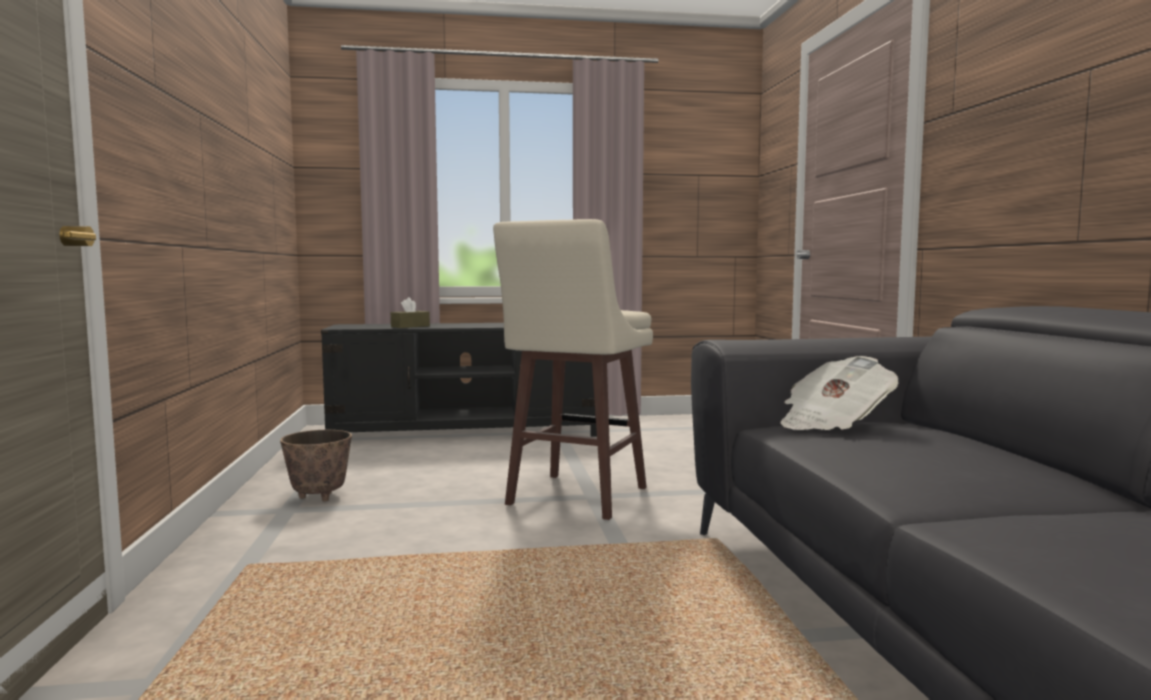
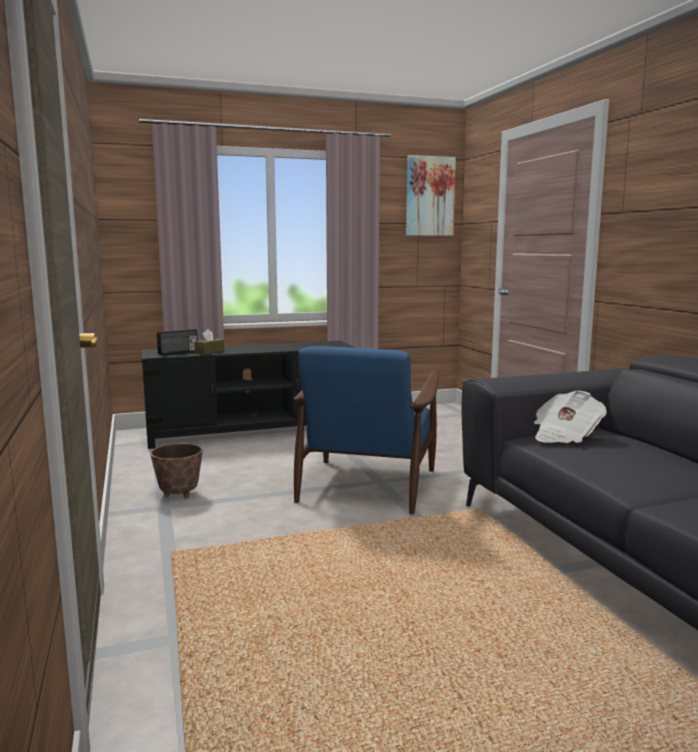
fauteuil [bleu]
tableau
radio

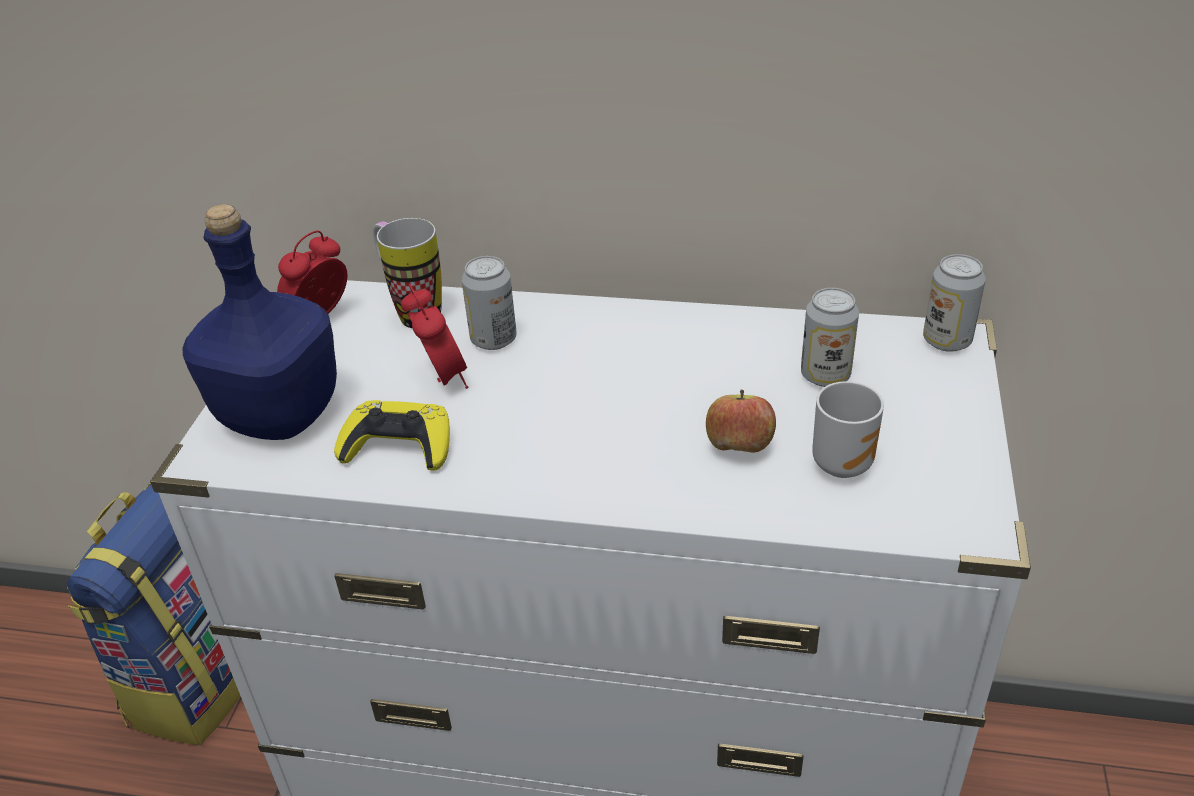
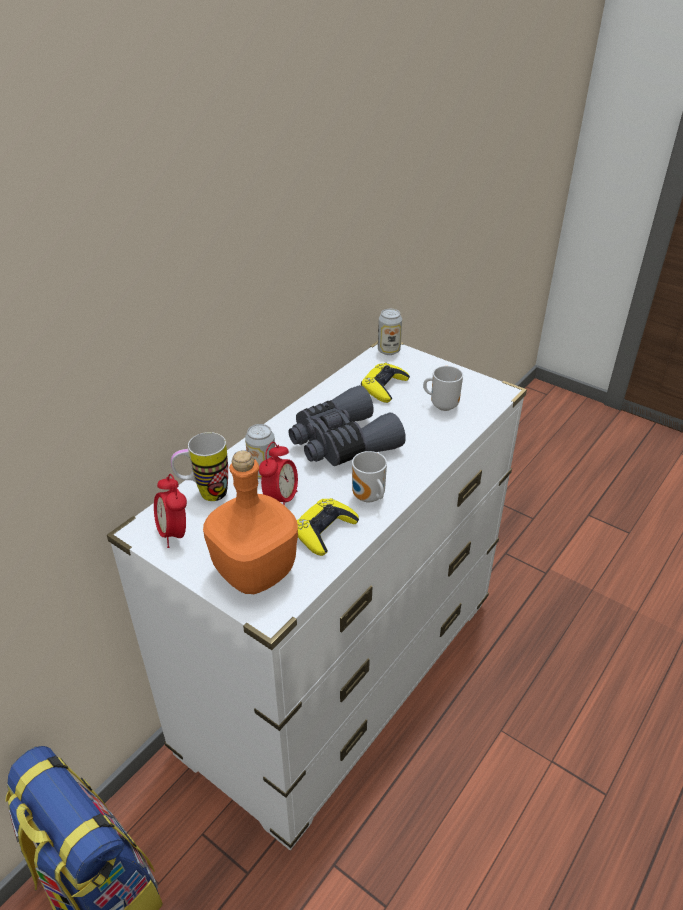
bouteille [orange]
réveil (2nd from left)
manette [jaune] (2nd from left)
pomme
jumelles [gris]
mug (2nd from left)

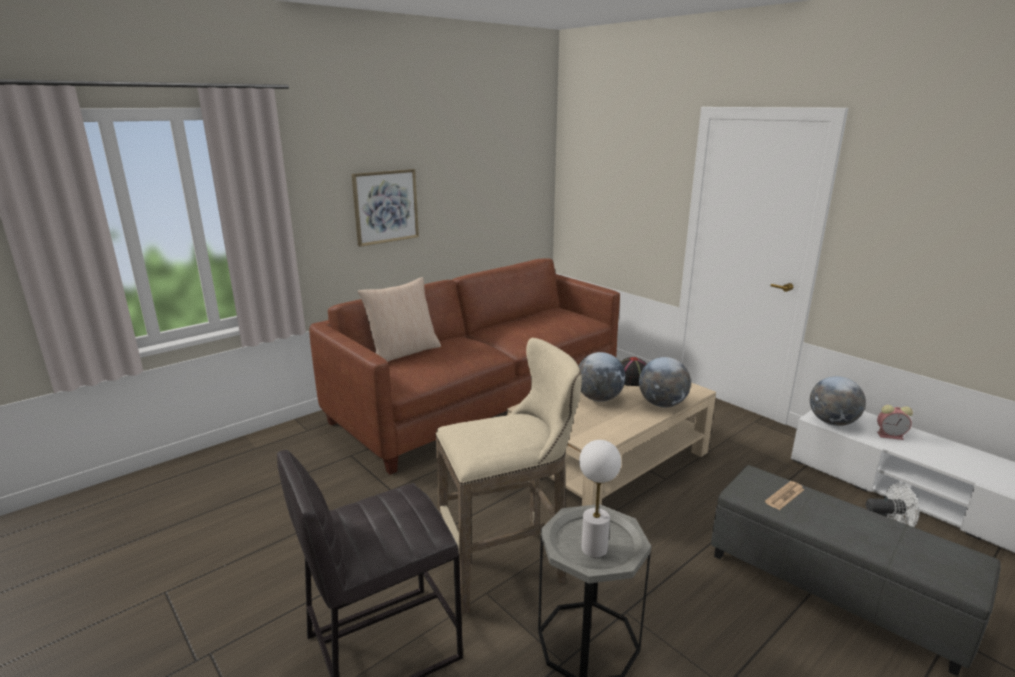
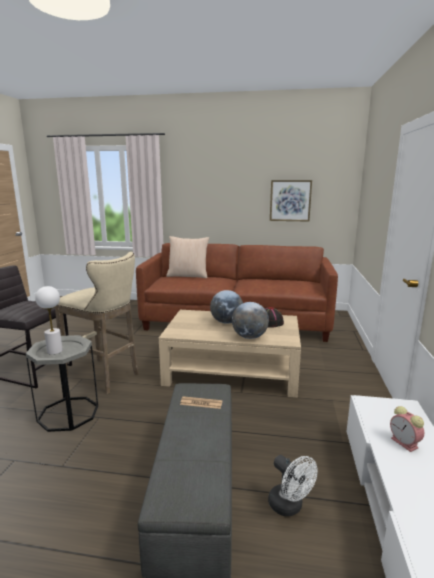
tableau
globe (3rd from left in the first image)

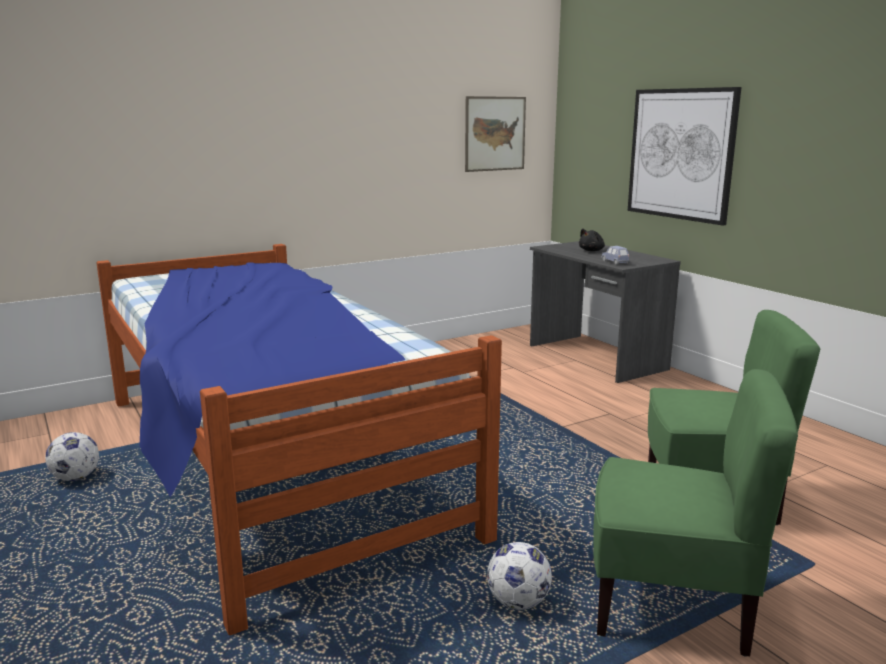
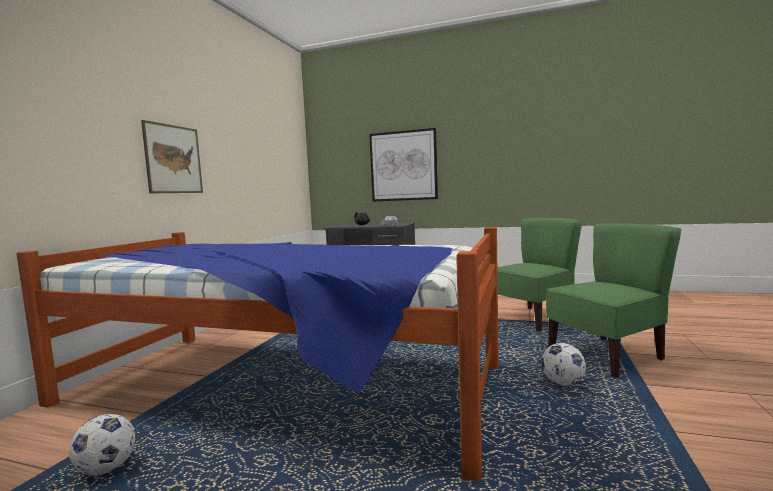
tableau (1st from left)

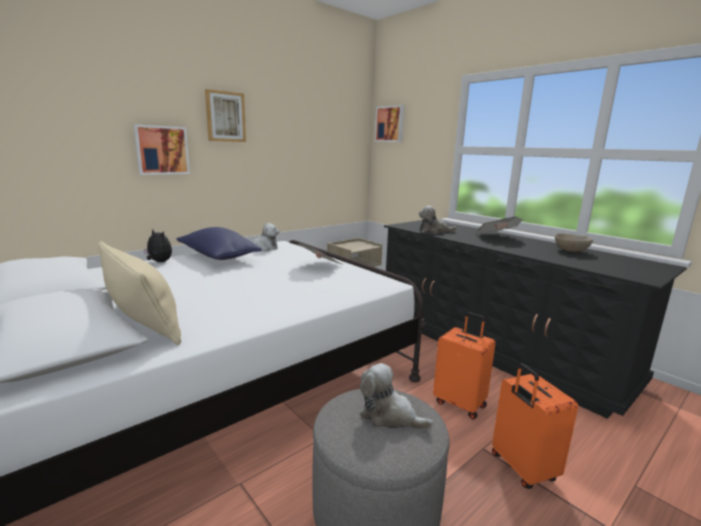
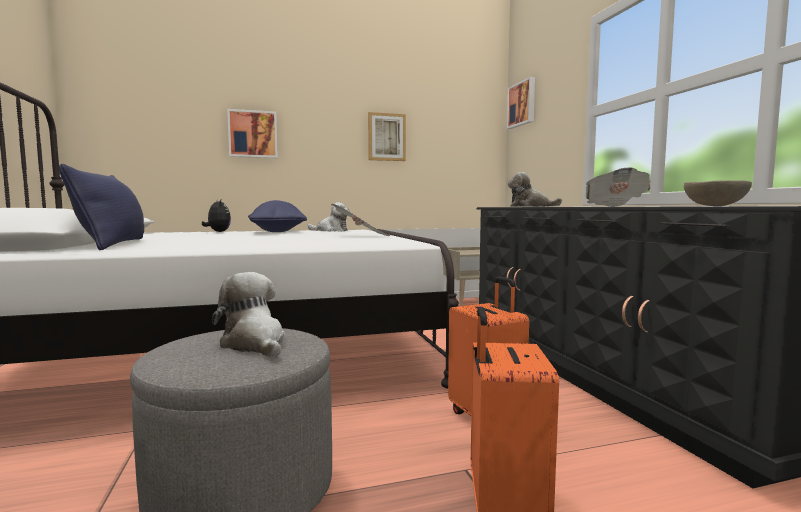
tableau (2nd from left)
coussin [bleu] (1st from left)

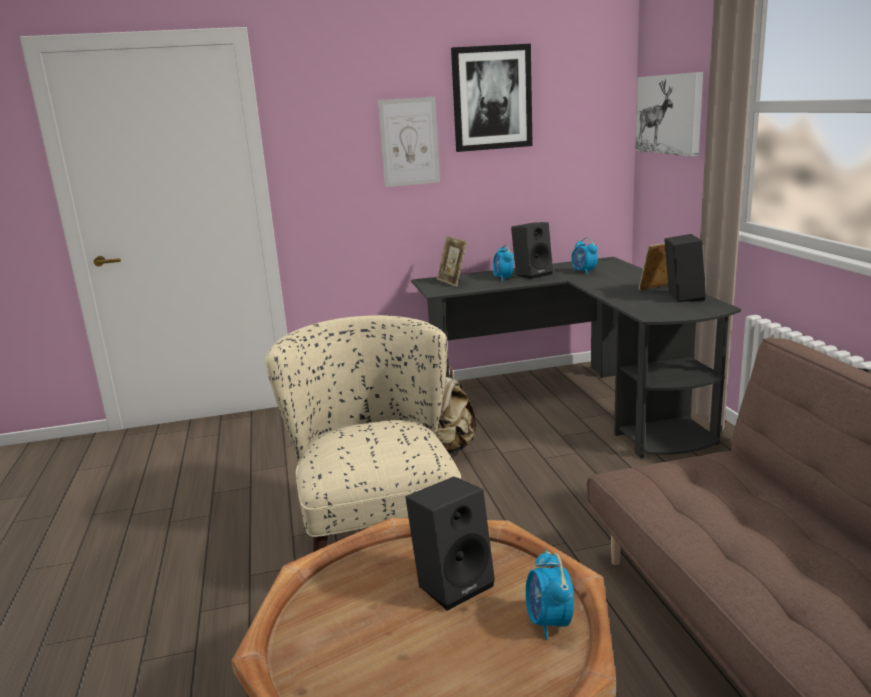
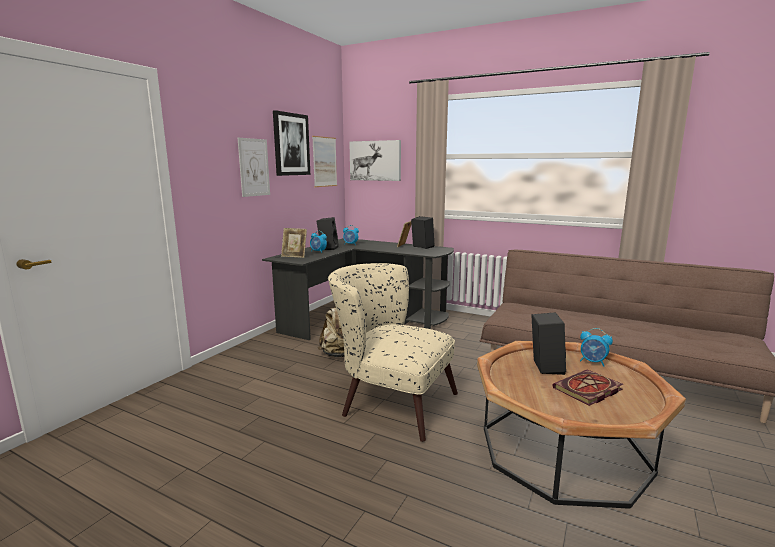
tableau (3rd from left)
livre

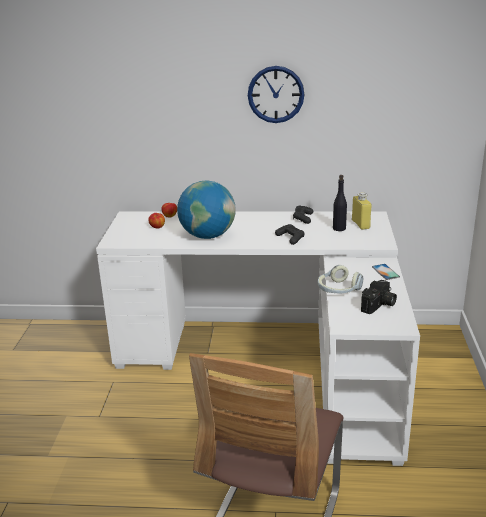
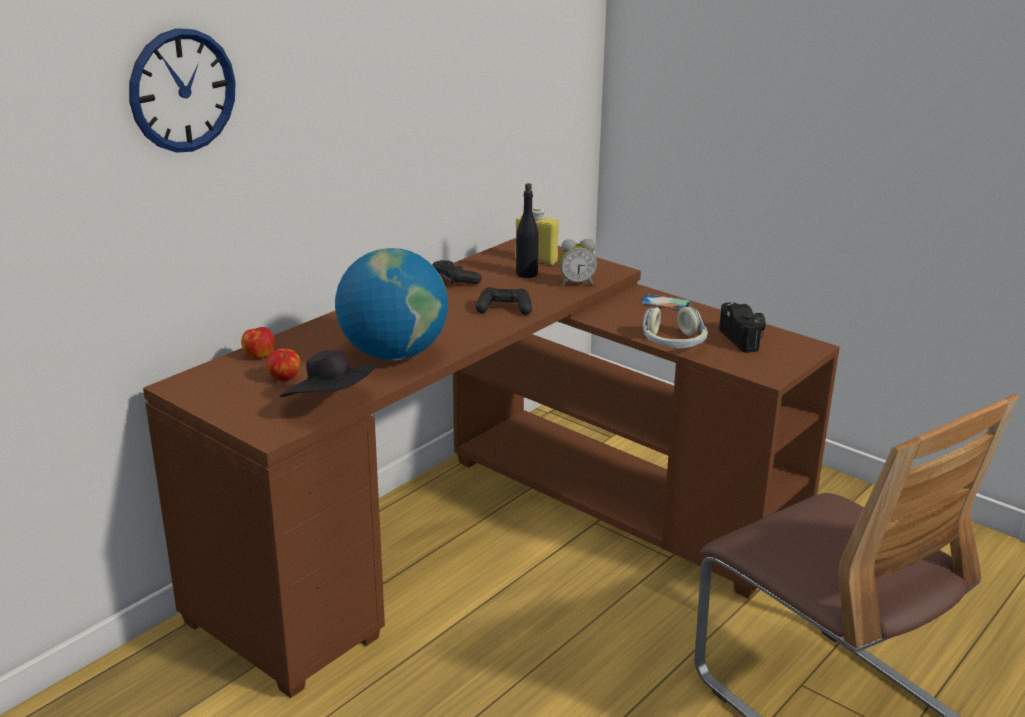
horloge murale
bureau [marron]
réveil
chapeau [noir]

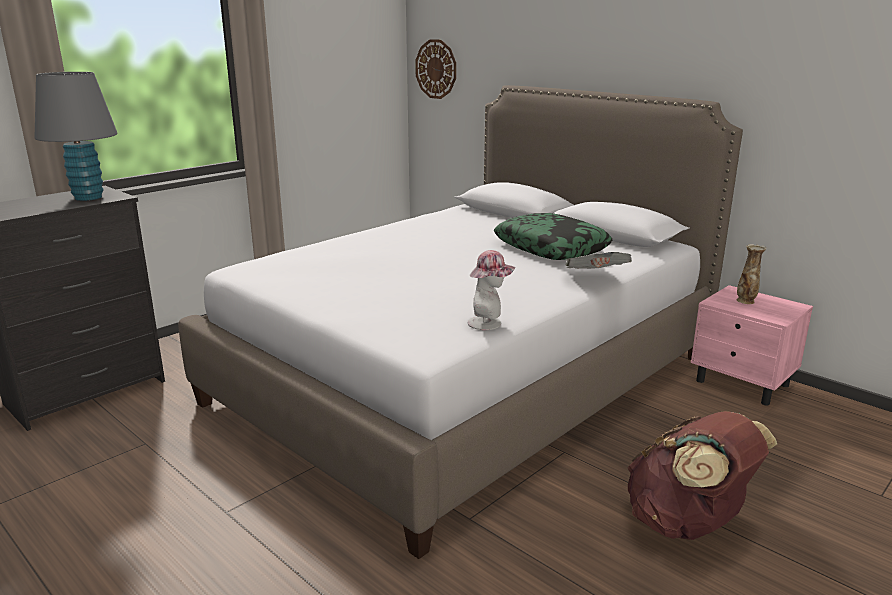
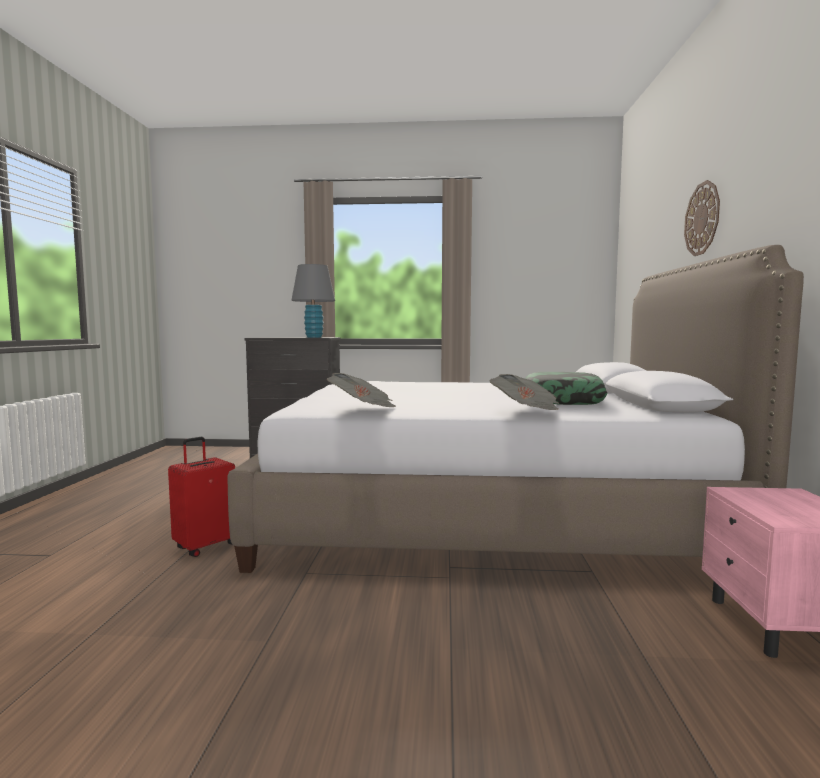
horloge murale
vase
journal (1st from left)
sac à dos [marron]
valise [rouge]

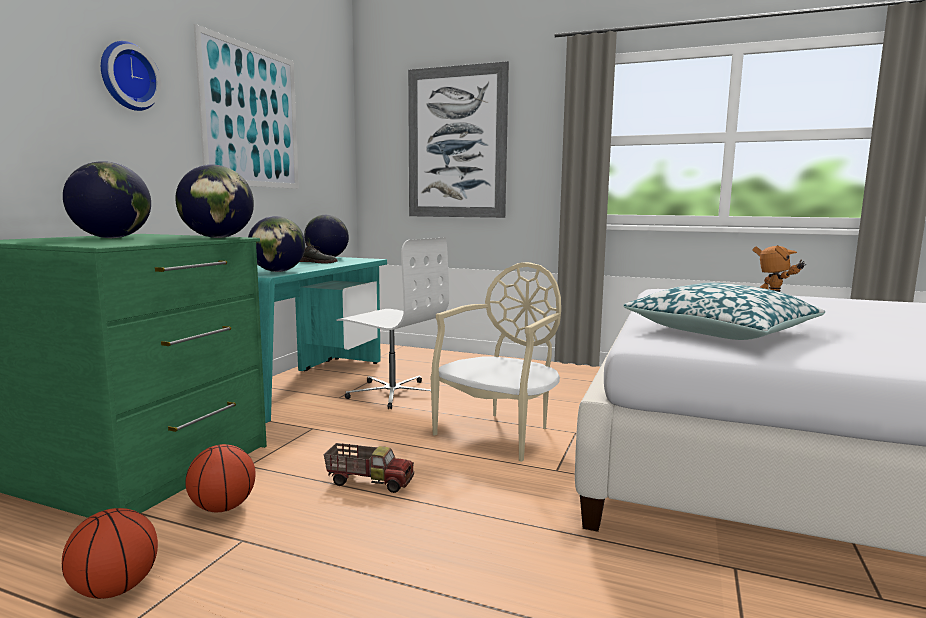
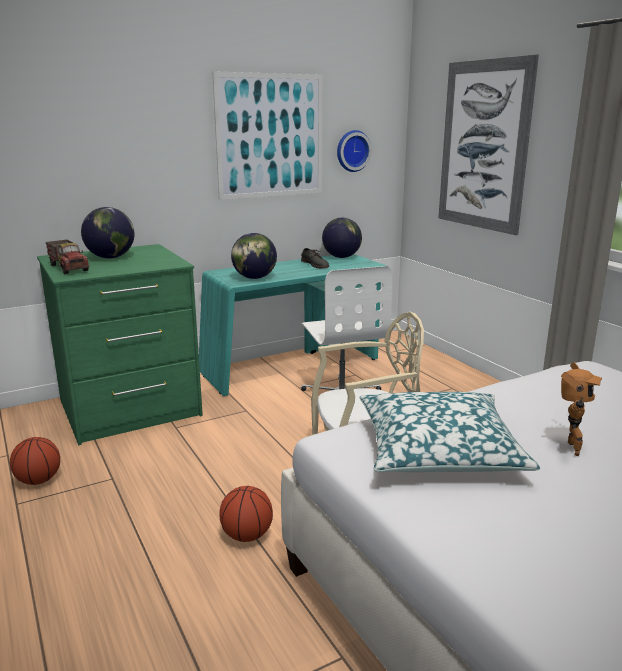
horloge murale
globe (2nd from left in the first image)
camion jouet
ballon de basket (2nd from left)

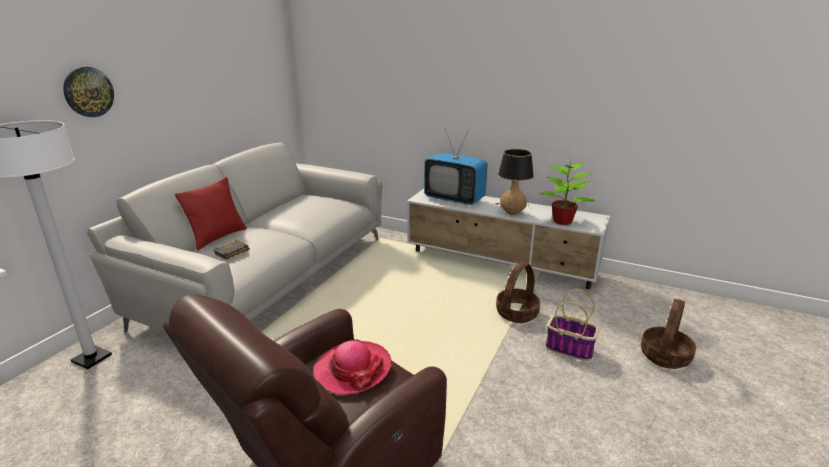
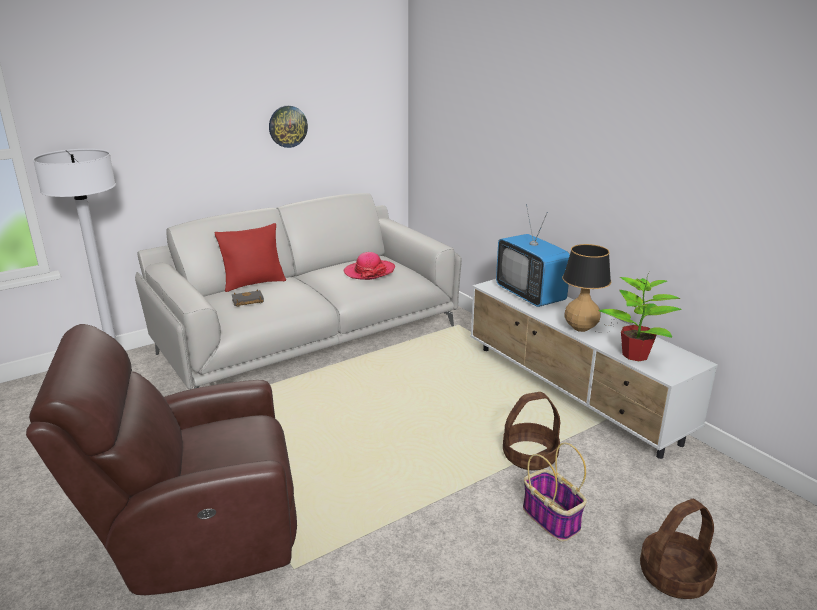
horloge murale
chapeau

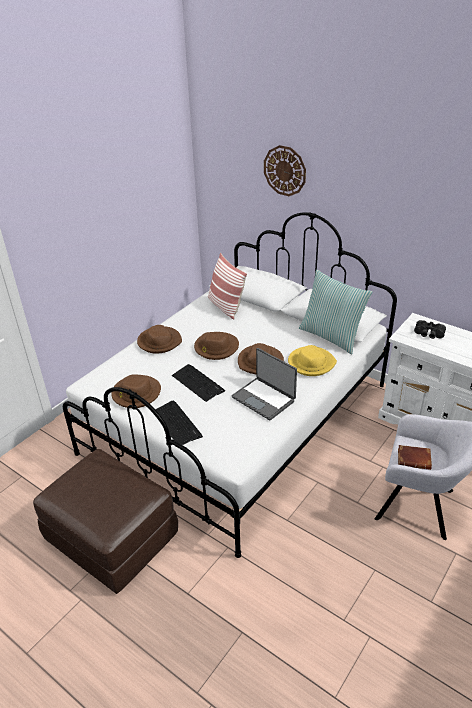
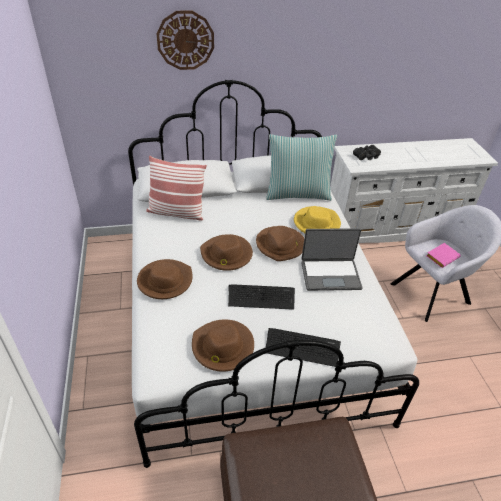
livre [rose]

